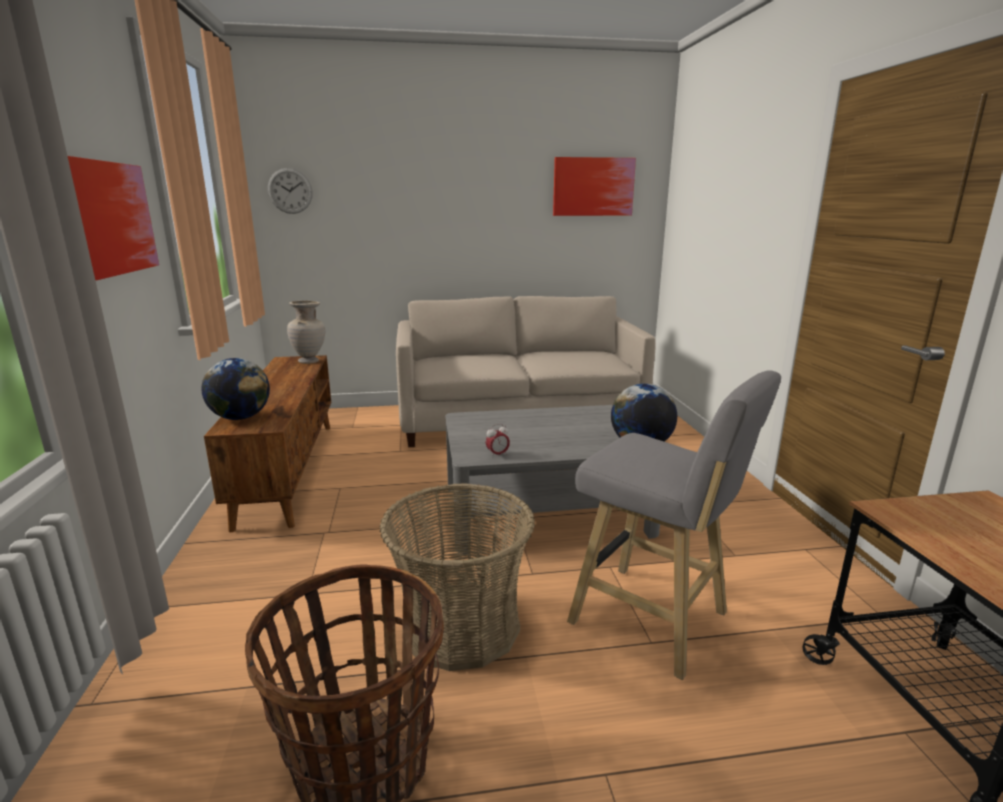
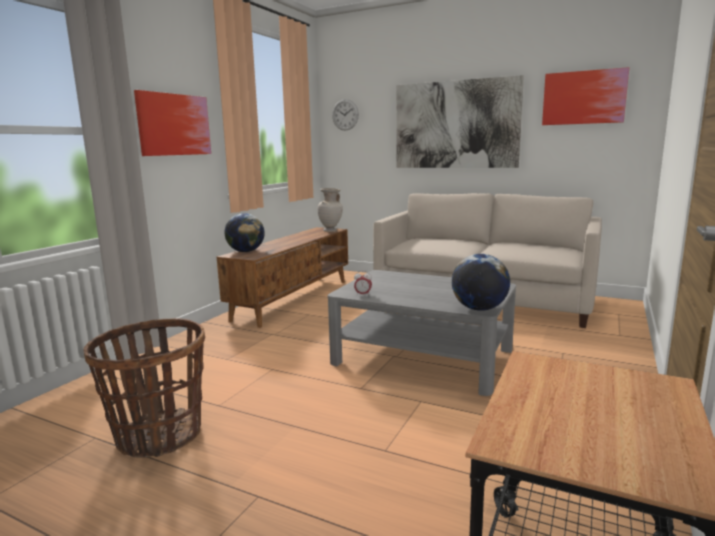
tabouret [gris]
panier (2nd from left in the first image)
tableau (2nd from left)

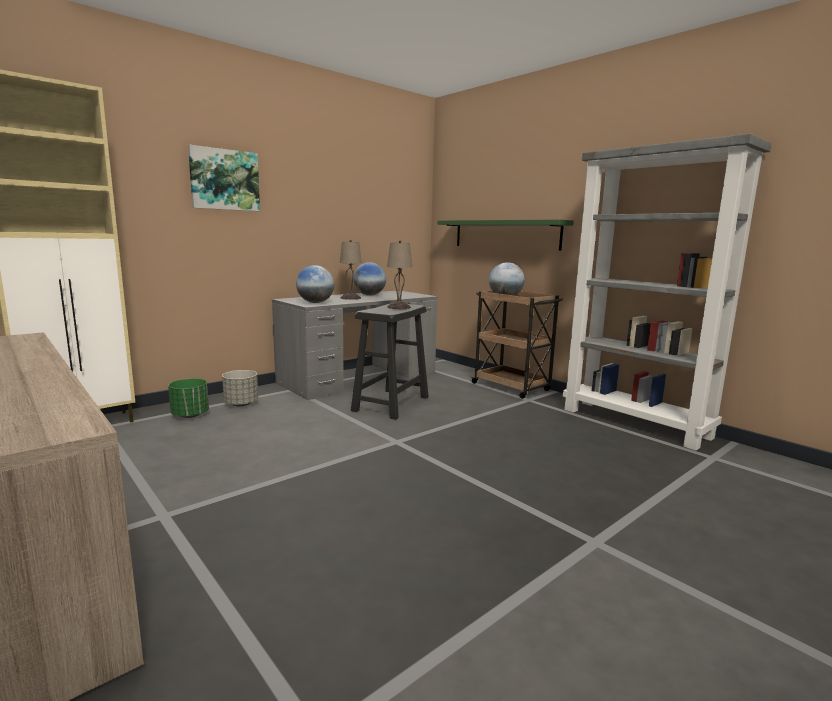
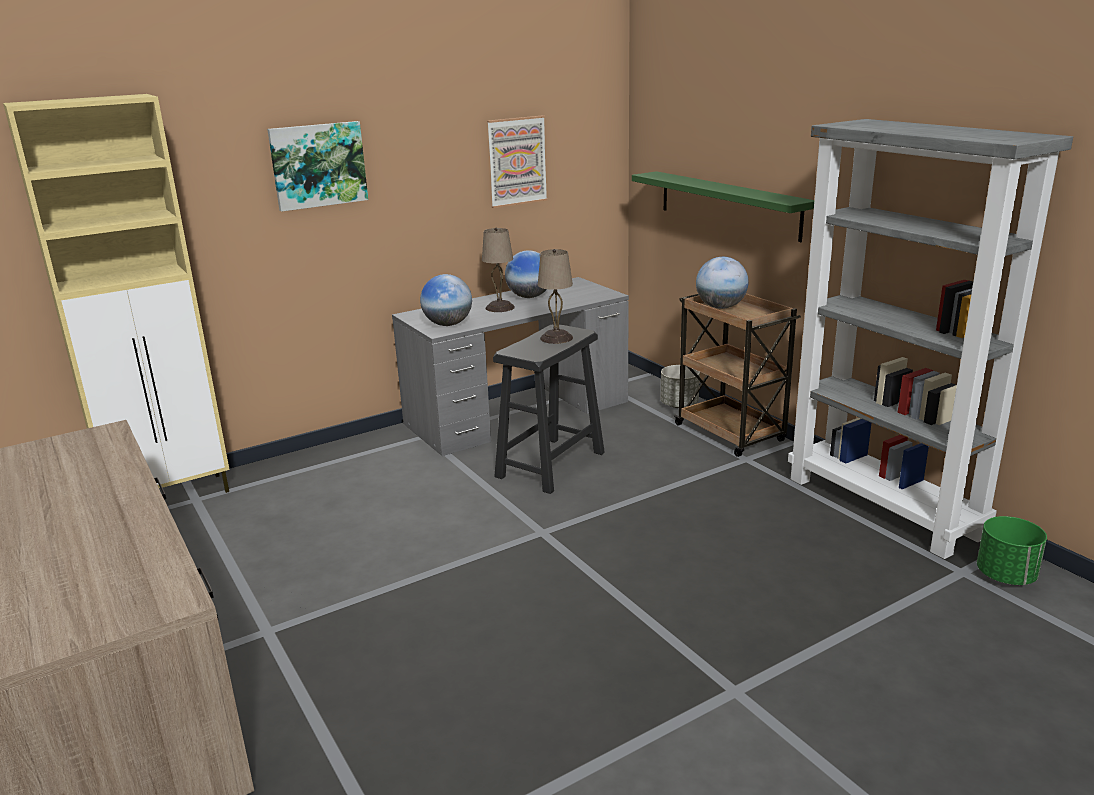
cache-pot [gris]
cache-pot [vert]
tableau (2nd from left)

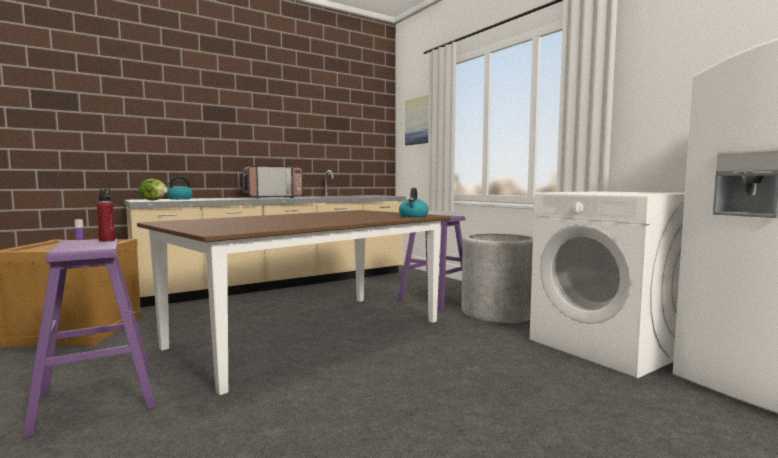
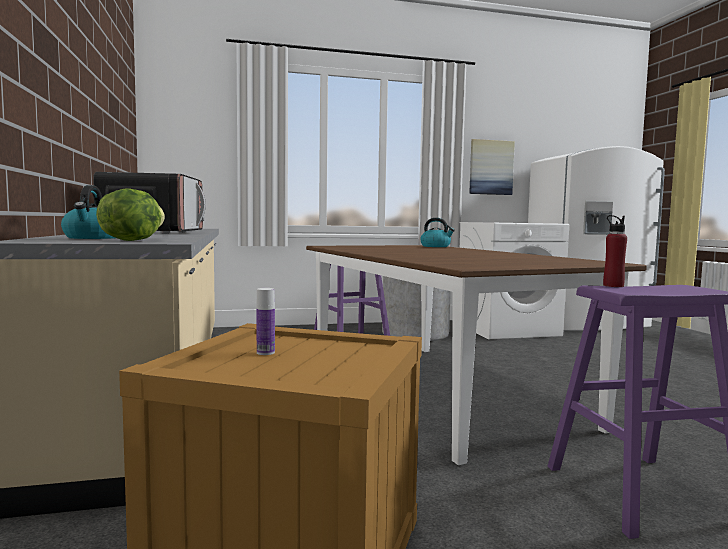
tableau

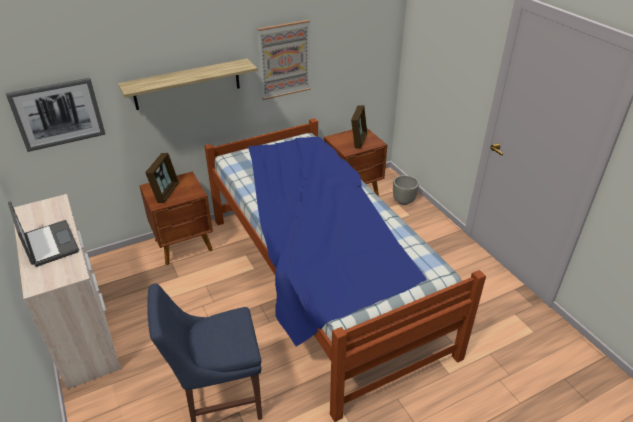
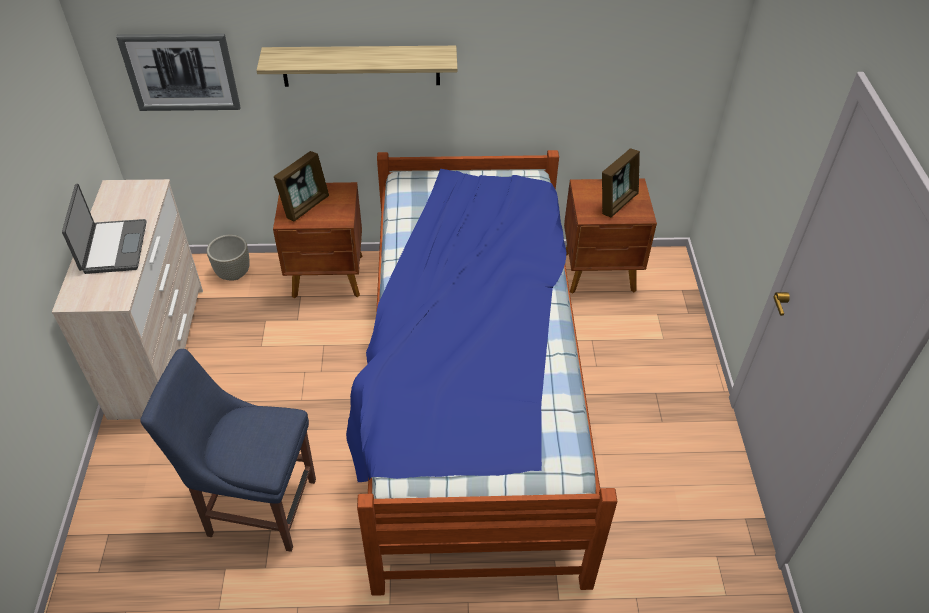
tableau (2nd from left in the first image)
cache-pot [gris]

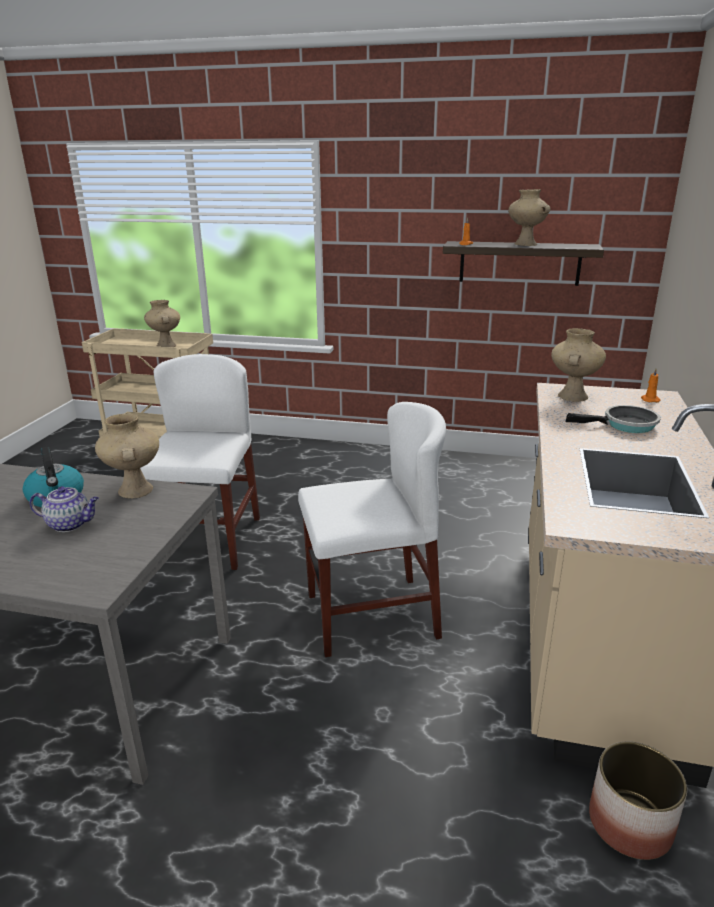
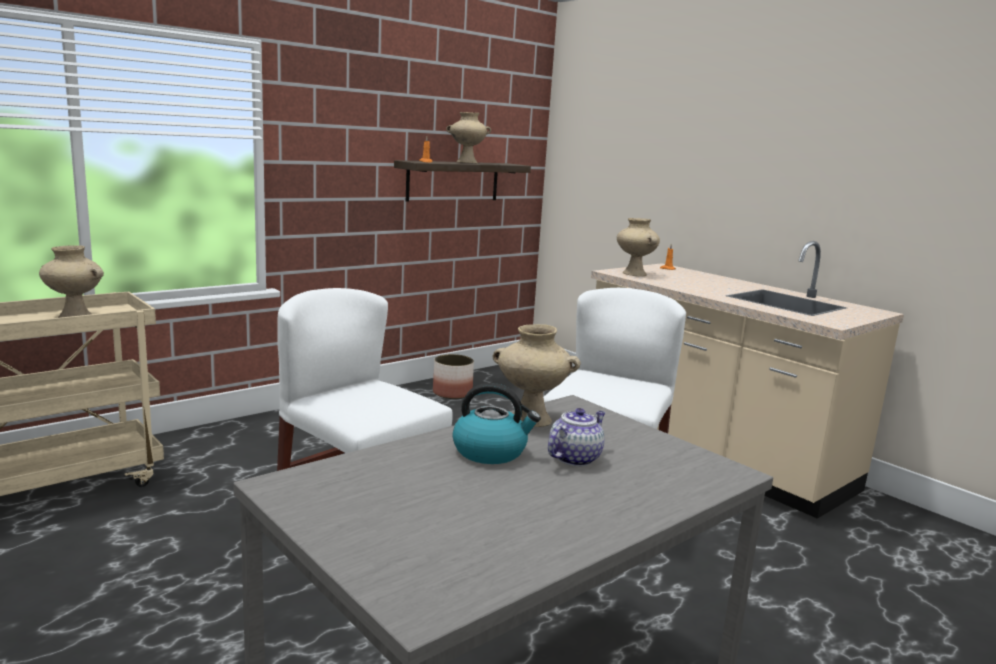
poêle
cache-pot

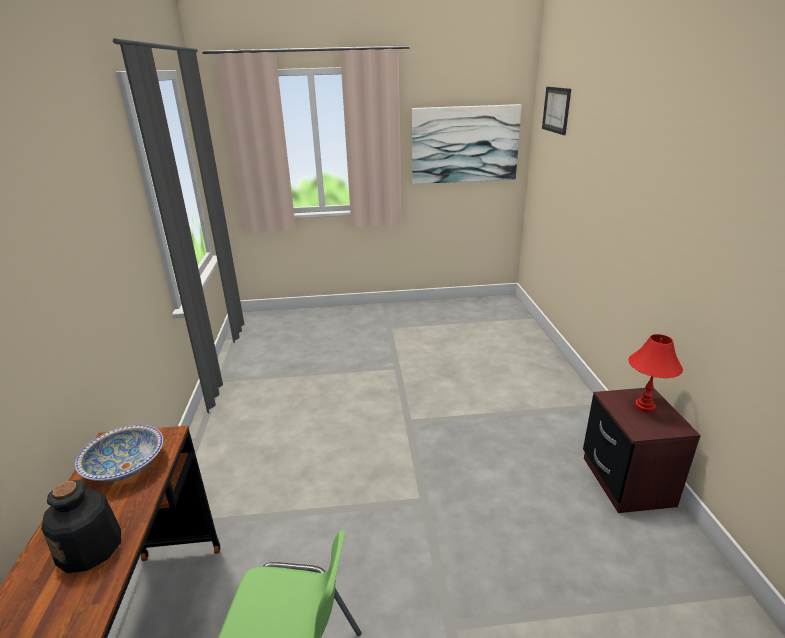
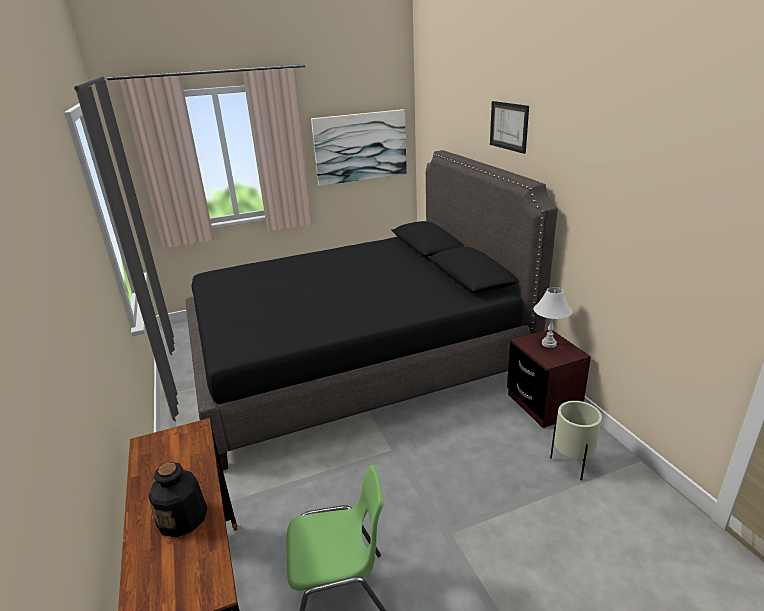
tableau (2nd from left)
lampe de table [blanc]
bol
lit [noir]
cache-pot [beige]

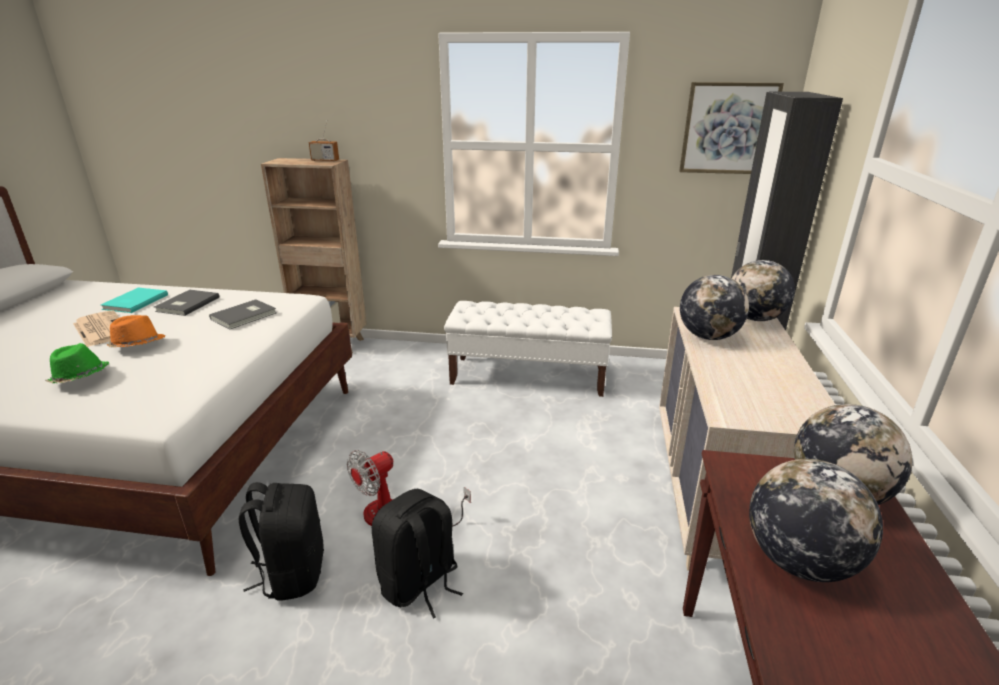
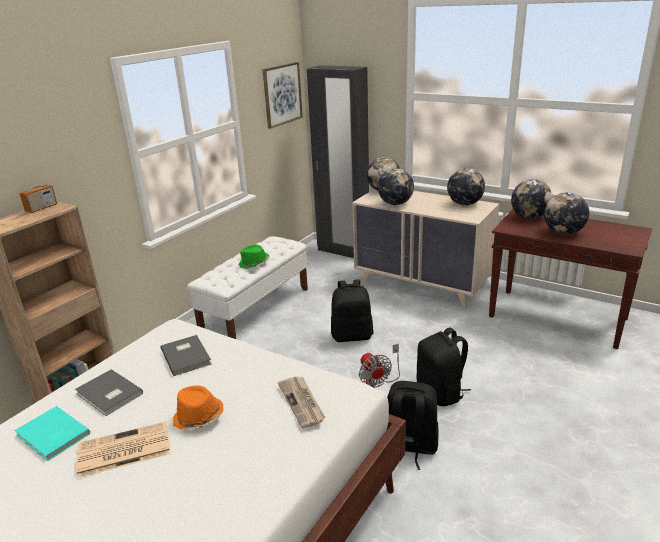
chapeau [vert]
globe (3rd from left)
sac à dos [noir] (1st from left)
journal (2nd from left)

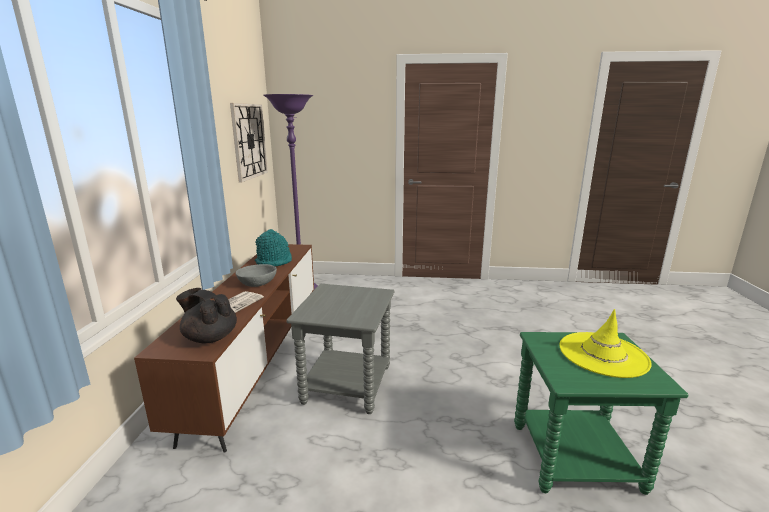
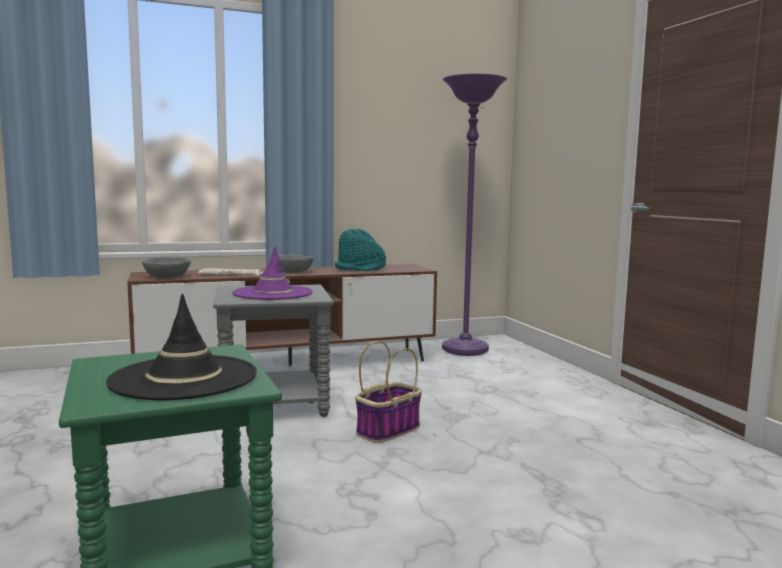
horloge murale
bol [gris] (1st from left)
chapeau [noir]
chapeau [violet]
panier

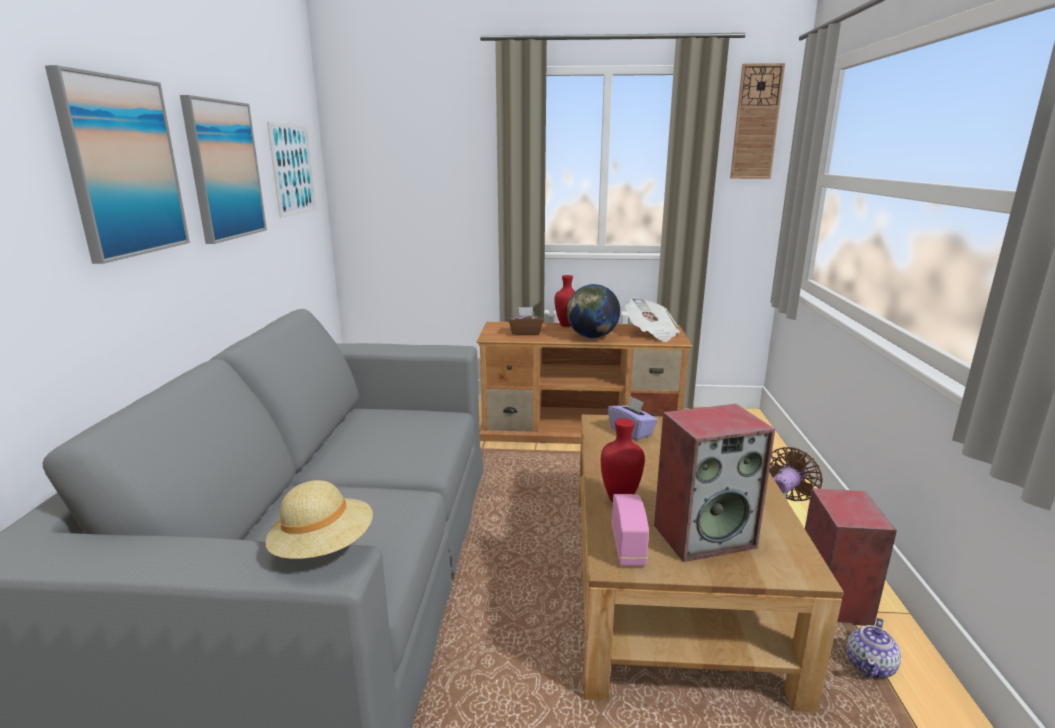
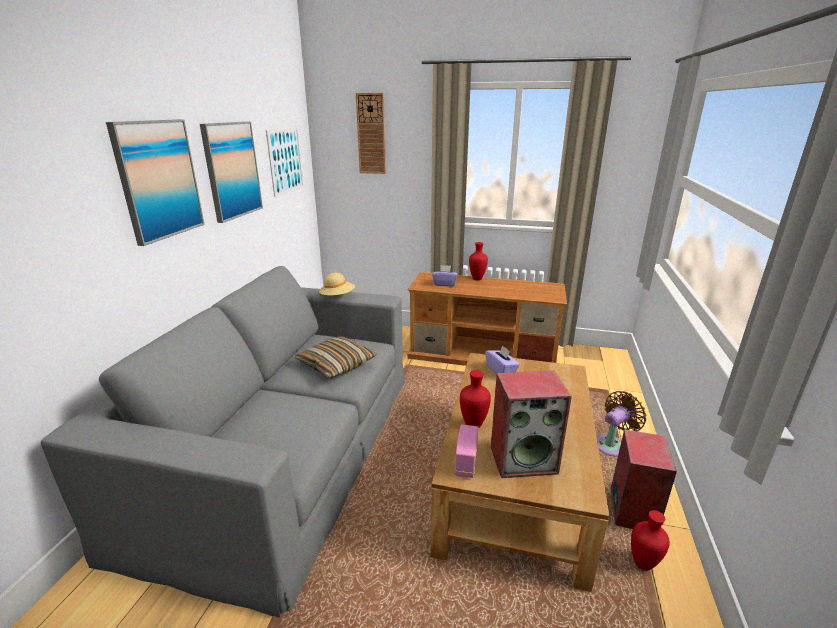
horloge murale
globe
journal
boîte à mouchoirs [violet] (1st from left)
chapeau [beige]
vase [rouge] (3rd from left)
coussin

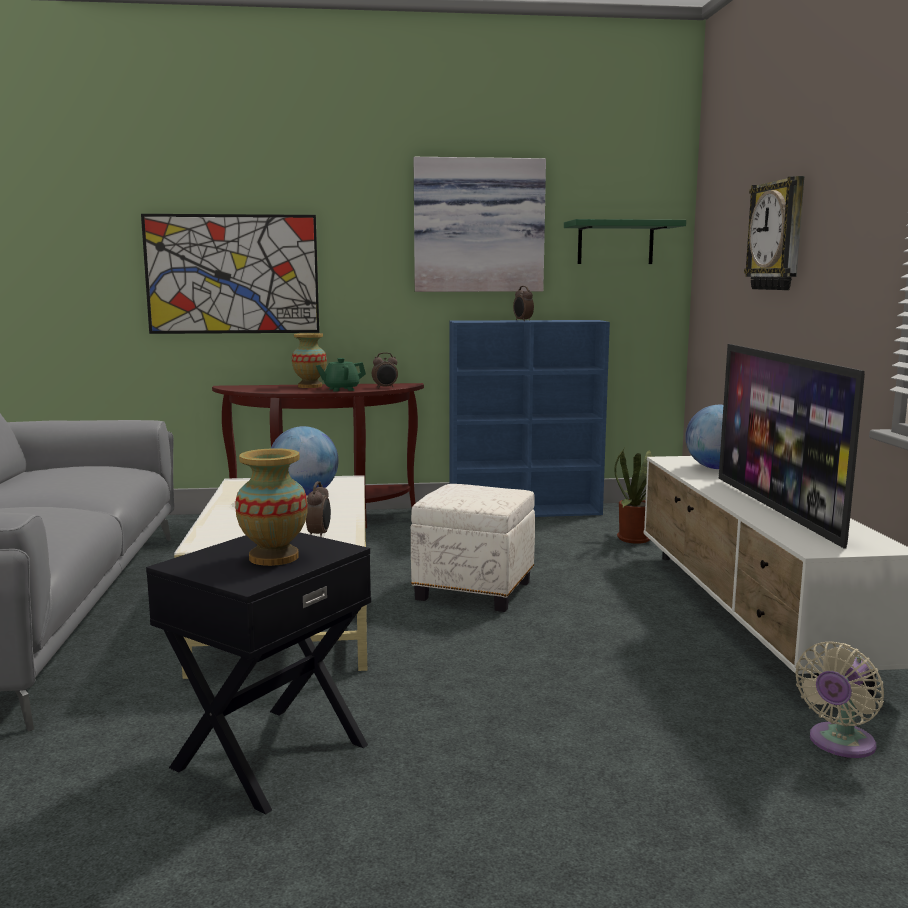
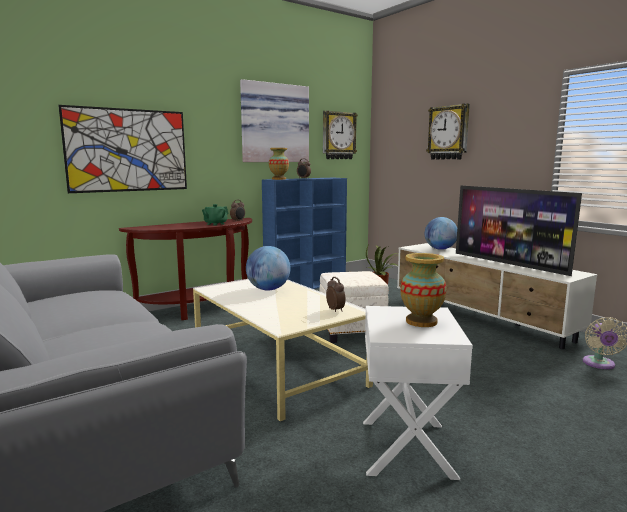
horloge murale (1st from left)
vase (1st from left)
table d'appoint [blanc]

